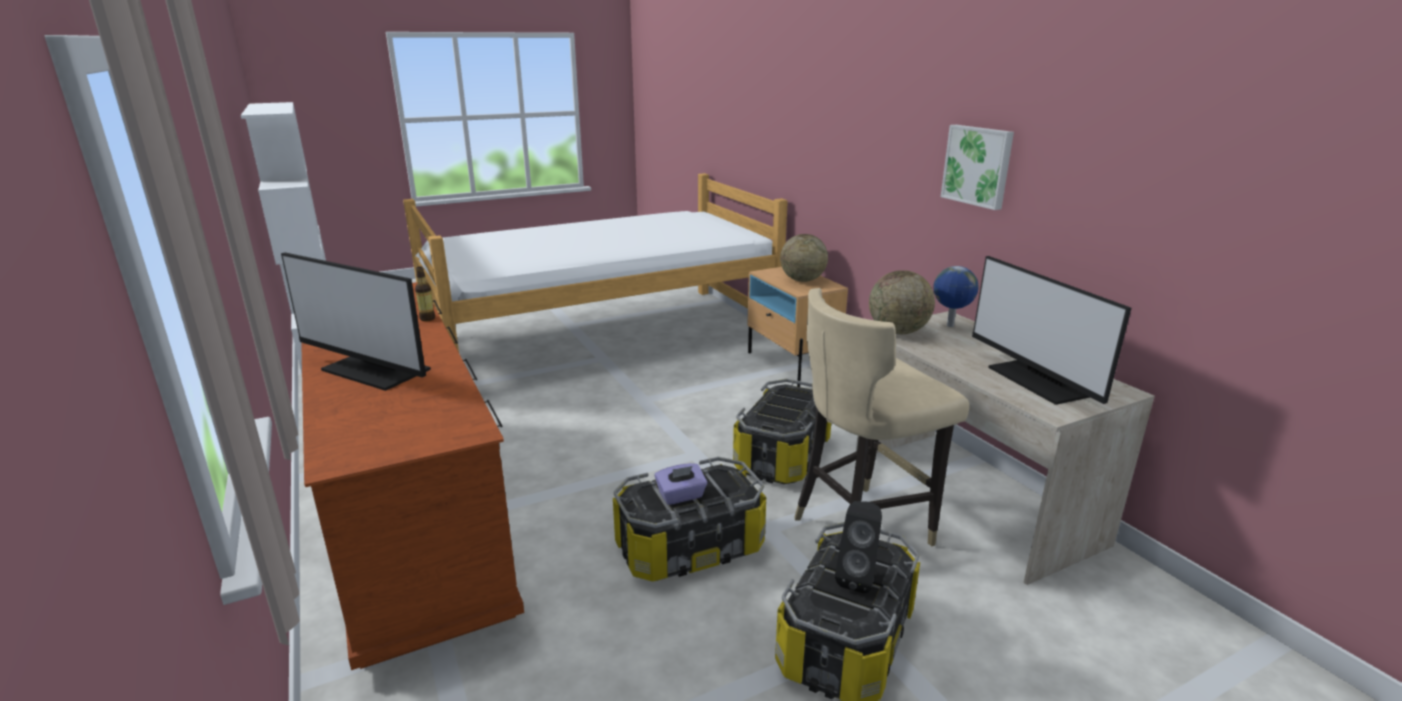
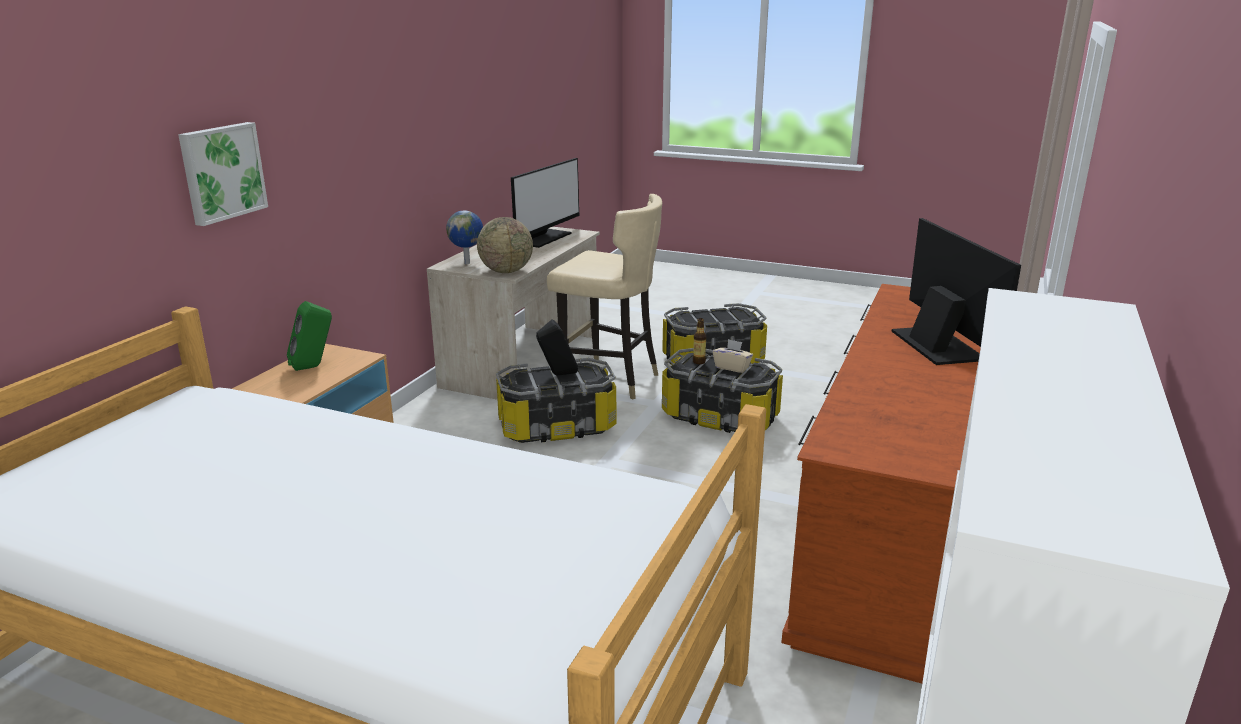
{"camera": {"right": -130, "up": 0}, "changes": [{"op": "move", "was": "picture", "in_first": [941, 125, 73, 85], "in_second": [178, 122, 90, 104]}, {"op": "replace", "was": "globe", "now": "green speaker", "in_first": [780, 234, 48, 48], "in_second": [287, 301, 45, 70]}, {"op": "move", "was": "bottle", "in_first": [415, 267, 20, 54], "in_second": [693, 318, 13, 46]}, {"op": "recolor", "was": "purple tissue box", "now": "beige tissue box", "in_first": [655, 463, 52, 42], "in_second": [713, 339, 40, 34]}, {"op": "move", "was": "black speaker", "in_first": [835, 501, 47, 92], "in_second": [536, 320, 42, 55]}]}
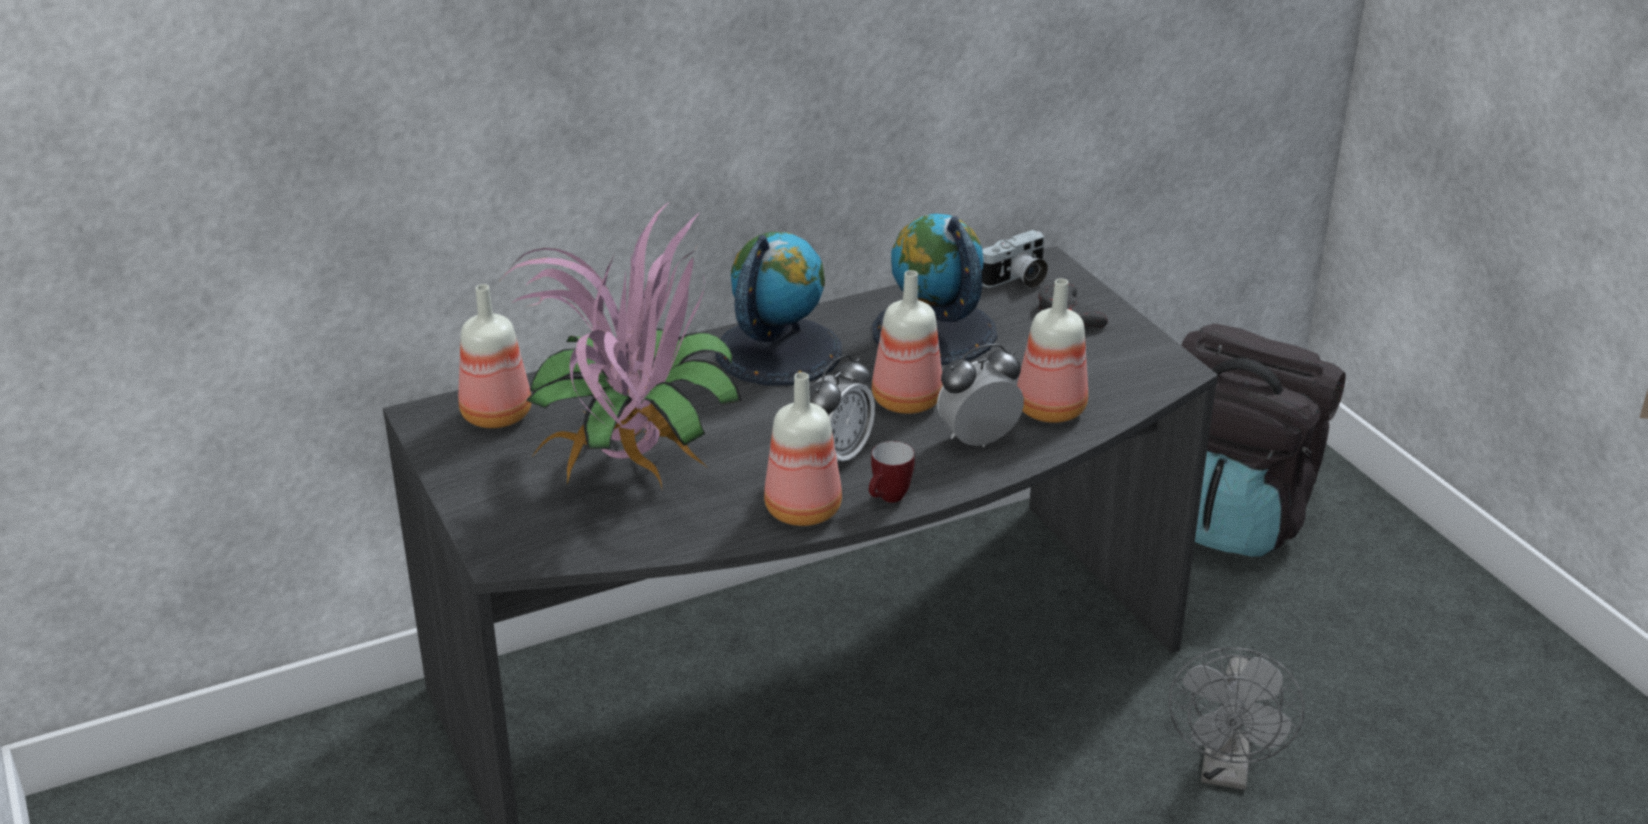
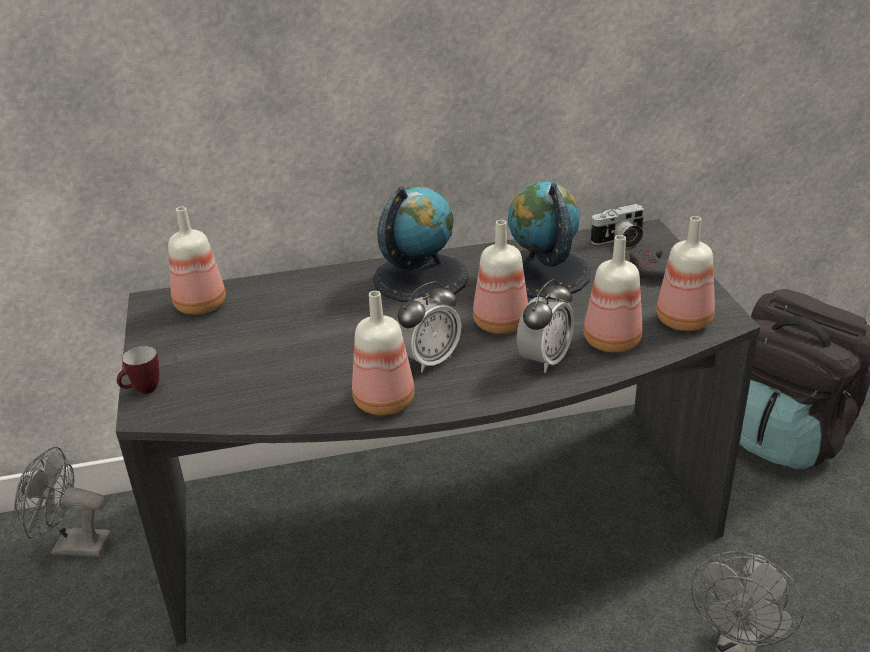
{"camera": {"right": 15, "up": 0}, "changes": [{"op": "delete", "was": "potted plant", "in_first": [502, 201, 240, 287]}, {"op": "rotate", "was": "alarm clock", "in_first": [937, 344, 87, 103], "in_second": [517, 279, 57, 94], "clockwise": 135}, {"op": "move", "was": "mug", "in_first": [869, 441, 46, 62], "in_second": [117, 346, 42, 48]}, {"op": "insert", "now": "bottle", "in_second": [656, 216, 59, 115]}, {"op": "insert", "now": "grey fan", "in_second": [14, 447, 98, 110]}]}
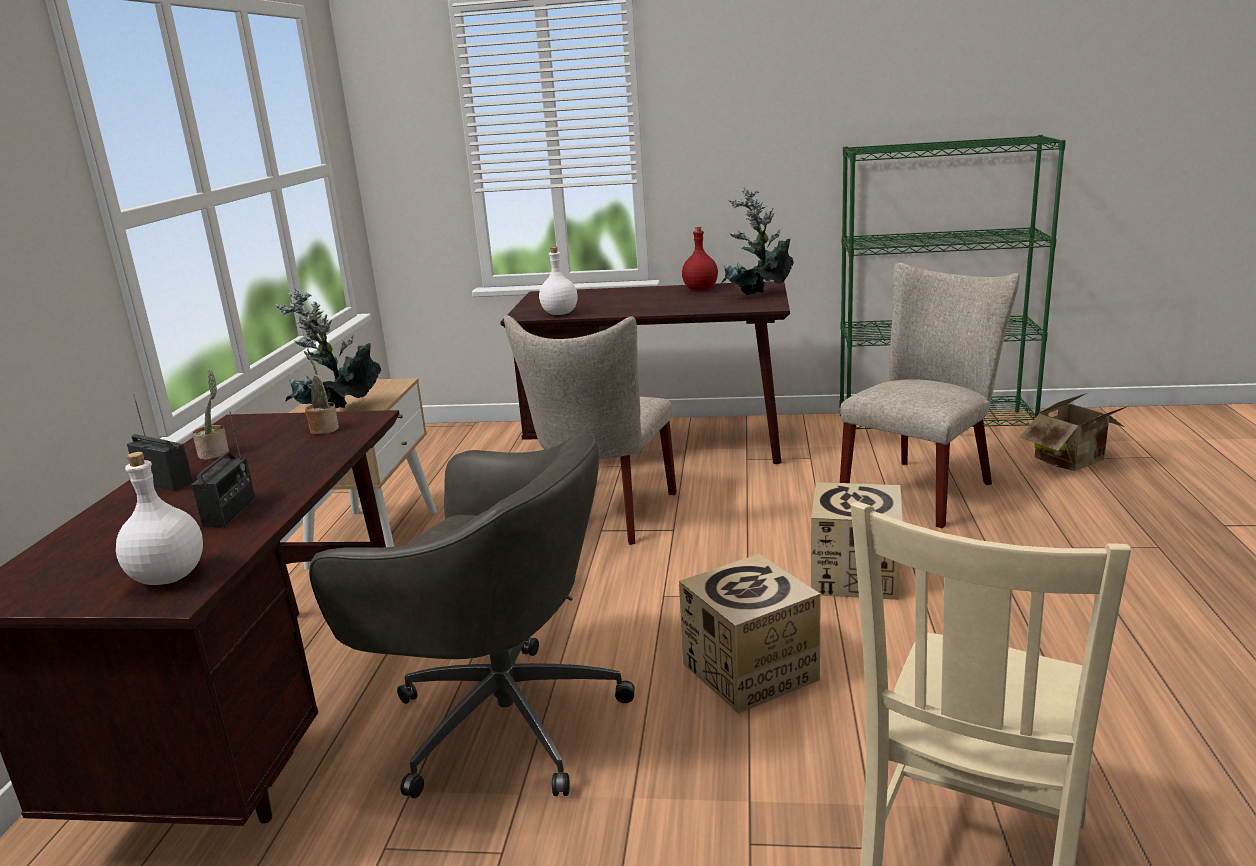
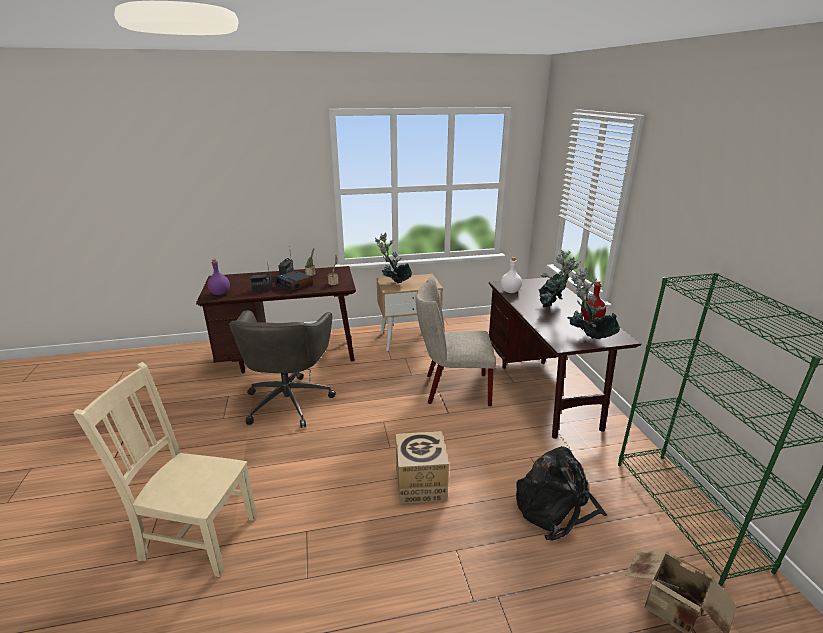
{"camera": {"right": 70, "up": 5}, "changes": [{"op": "replace", "was": "beige chair", "now": "black backpack", "in_first": [840, 262, 180, 266], "in_second": [516, 446, 91, 95]}, {"op": "recolor", "was": "white bottle", "now": "purple bottle", "in_first": [116, 452, 87, 133], "in_second": [208, 259, 22, 36]}, {"op": "delete", "was": "cardboard box", "in_first": [679, 554, 142, 160]}, {"op": "insert", "now": "potted plant", "in_second": [539, 250, 42, 58]}, {"op": "insert", "now": "alarm clock", "in_second": [275, 270, 38, 22]}]}
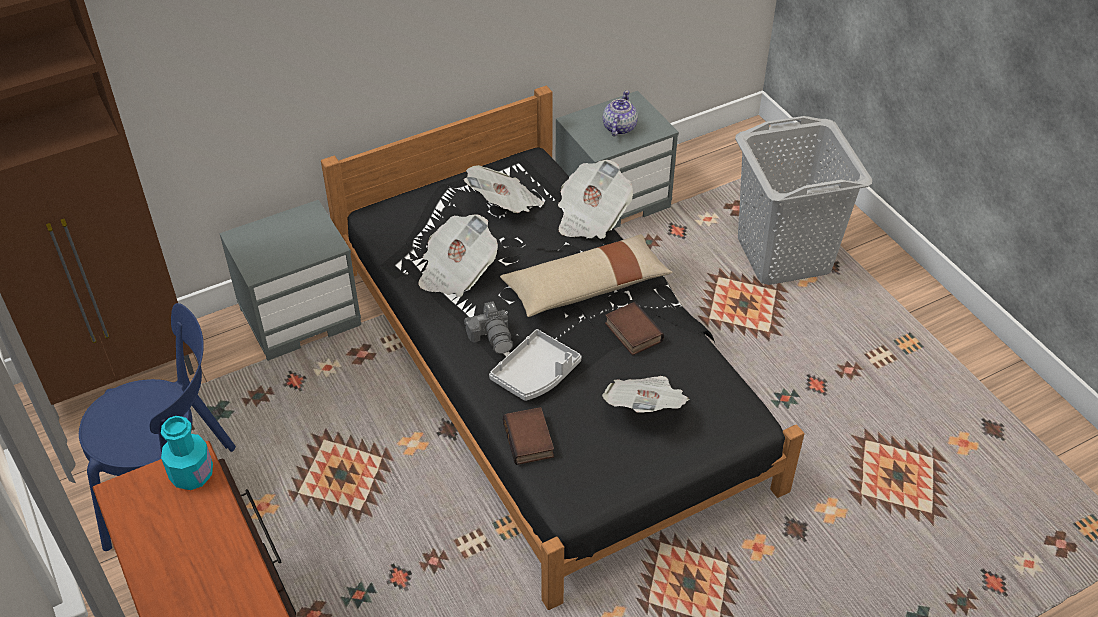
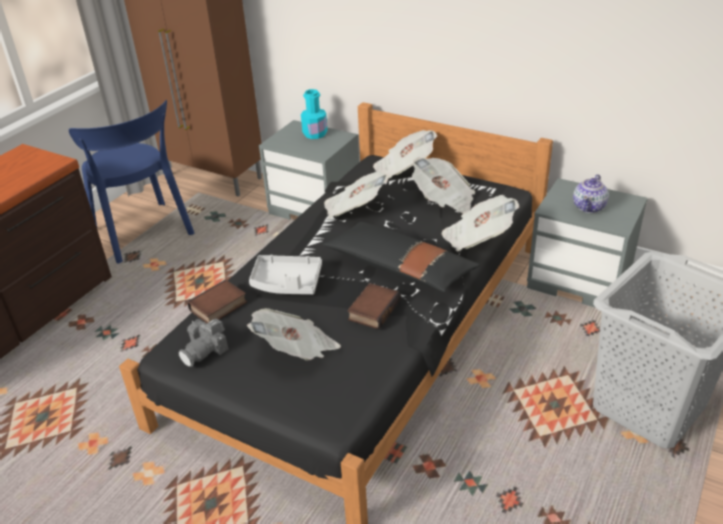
{"camera": {"right": 60, "up": -10}, "changes": [{"op": "rotate", "was": "teapot", "in_first": [603, 90, 35, 47], "in_second": [573, 174, 36, 39], "clockwise": 135}, {"op": "recolor", "was": "beige pillow", "now": "black pillow", "in_first": [500, 234, 173, 83], "in_second": [322, 222, 158, 70]}, {"op": "move", "was": "photo camera", "in_first": [464, 301, 49, 53], "in_second": [178, 318, 50, 49]}, {"op": "move", "was": "turquoise bottle", "in_first": [161, 416, 52, 74], "in_second": [301, 89, 27, 50]}, {"op": "insert", "now": "newspaper", "in_second": [373, 130, 64, 48]}]}
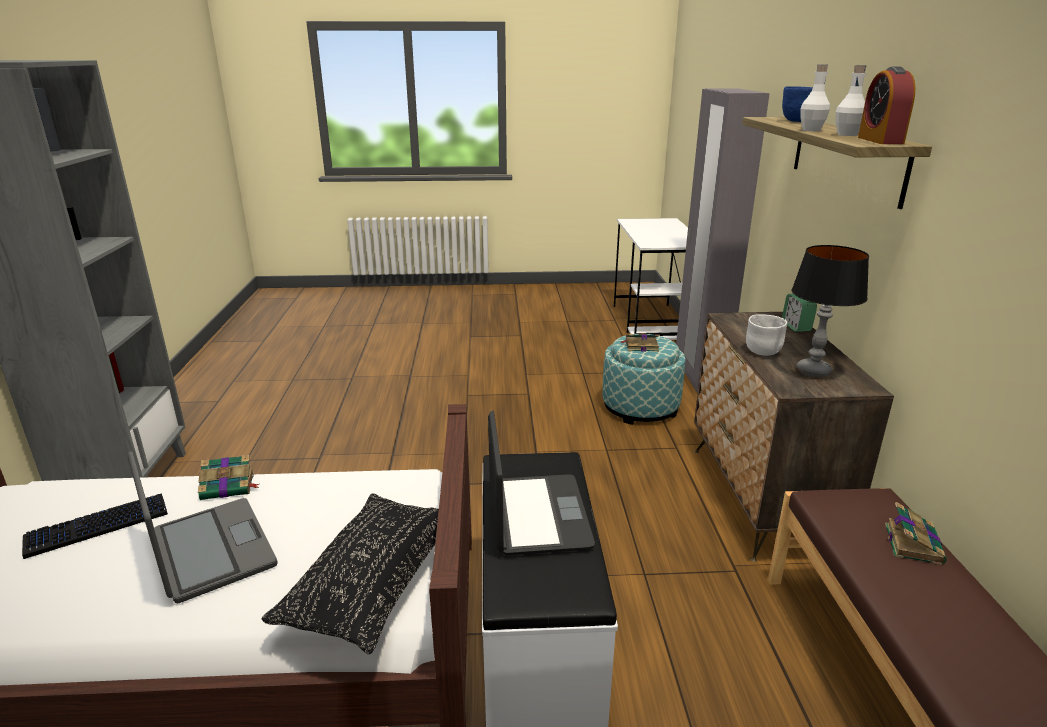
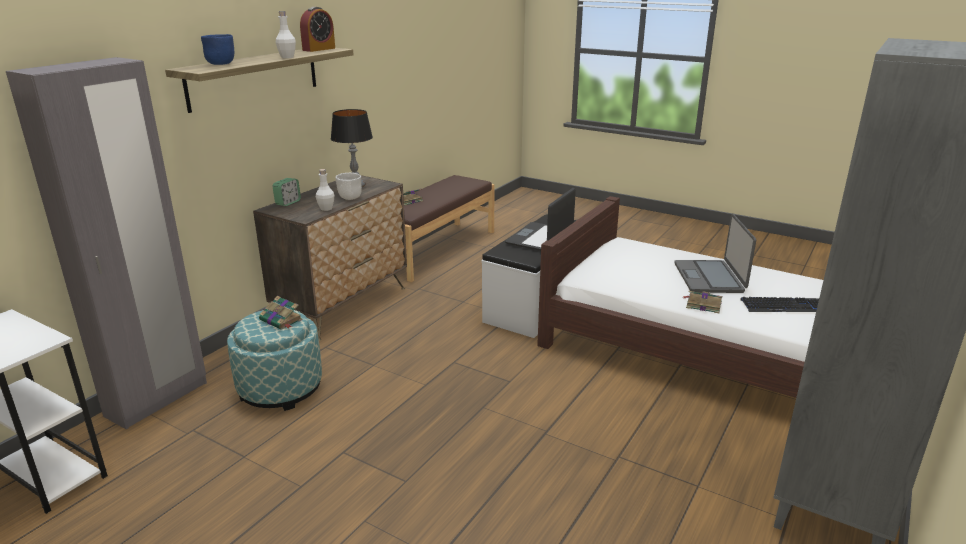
{"camera": {"right": -145, "up": 0}, "changes": [{"op": "move", "was": "white bottle", "in_first": [836, 65, 31, 71], "in_second": [316, 169, 19, 42]}, {"op": "delete", "was": "black pillow", "in_first": [261, 493, 178, 161]}]}
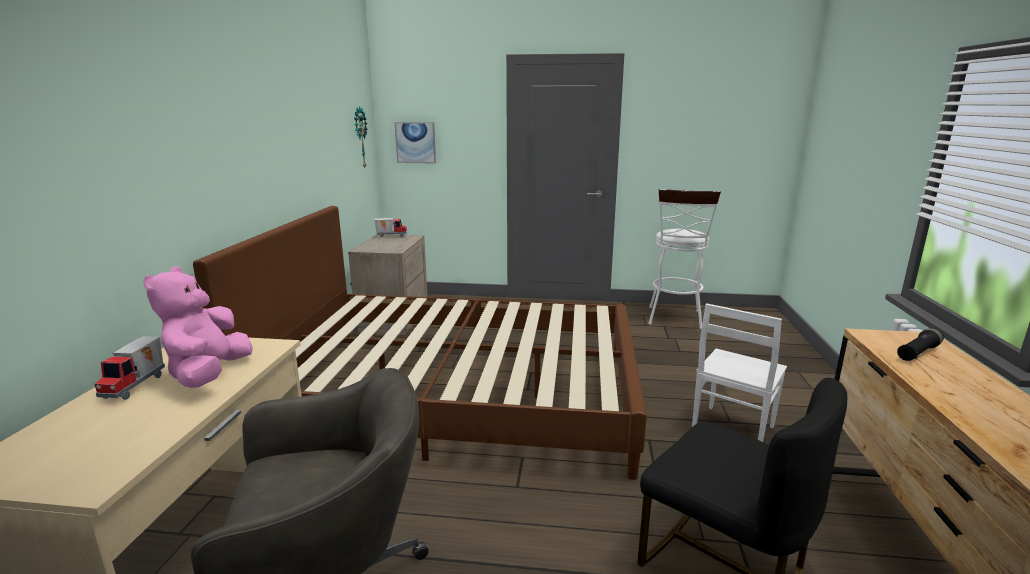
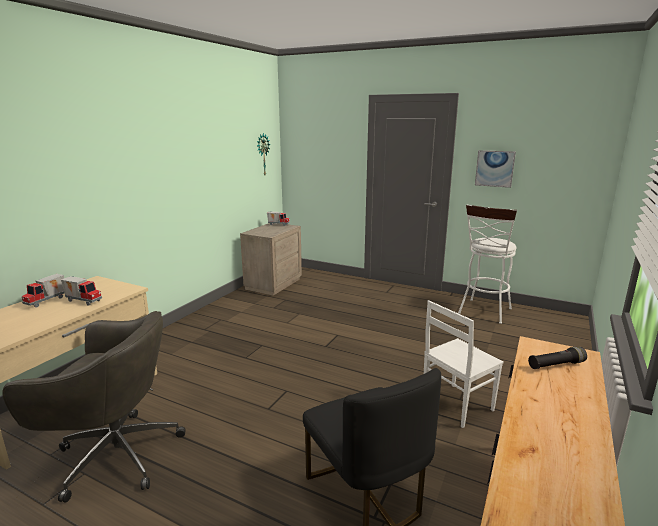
{"camera": {"right": 20, "up": 0}, "changes": [{"op": "move", "was": "picture", "in_first": [395, 122, 41, 41], "in_second": [475, 150, 41, 38]}, {"op": "delete", "was": "brown bed", "in_first": [193, 206, 454, 274]}, {"op": "replace", "was": "pink plush toy", "now": "toy truck", "in_first": [143, 266, 110, 122], "in_second": [61, 276, 41, 30]}]}
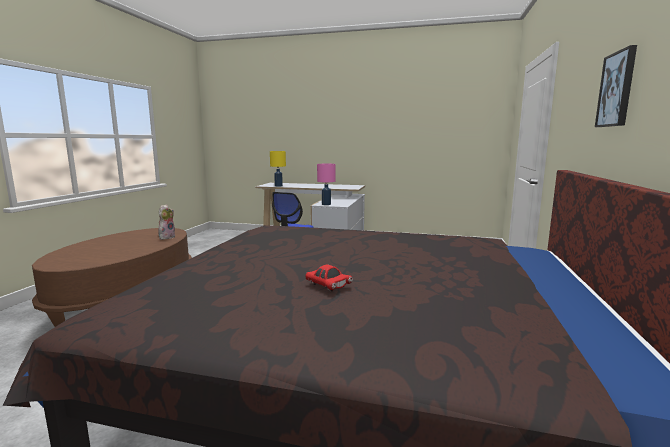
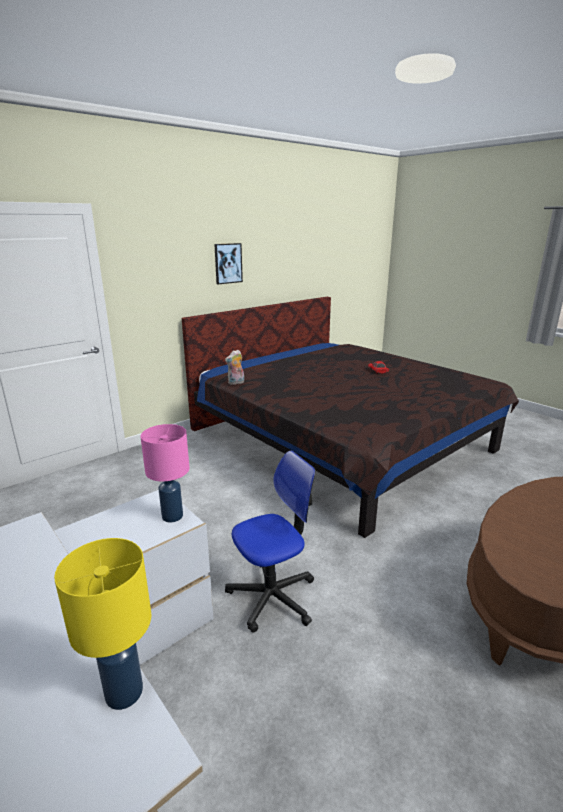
{"camera": {"right": -145, "up": 10}, "changes": [{"op": "move", "was": "plush toy", "in_first": [159, 205, 16, 35], "in_second": [225, 350, 19, 35]}]}
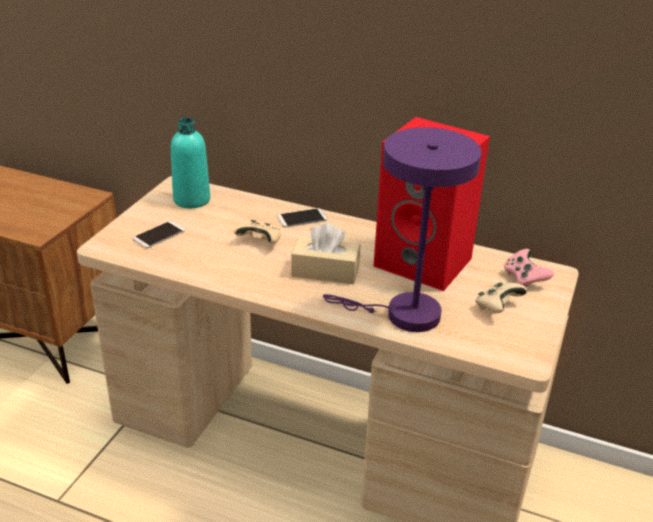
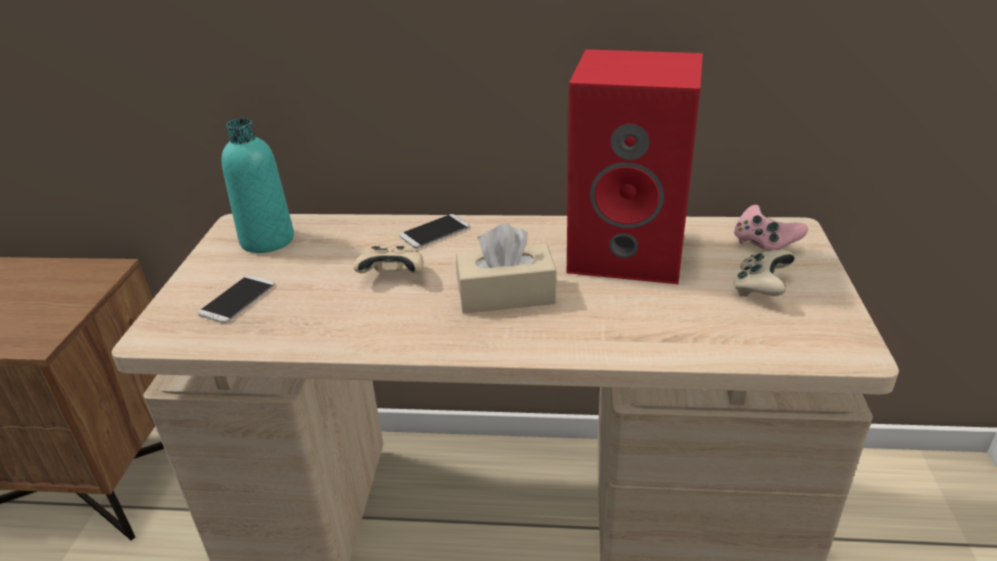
{"camera": {"right": -15, "up": 0}, "changes": [{"op": "delete", "was": "purple table lamp", "in_first": [323, 127, 158, 205]}]}
